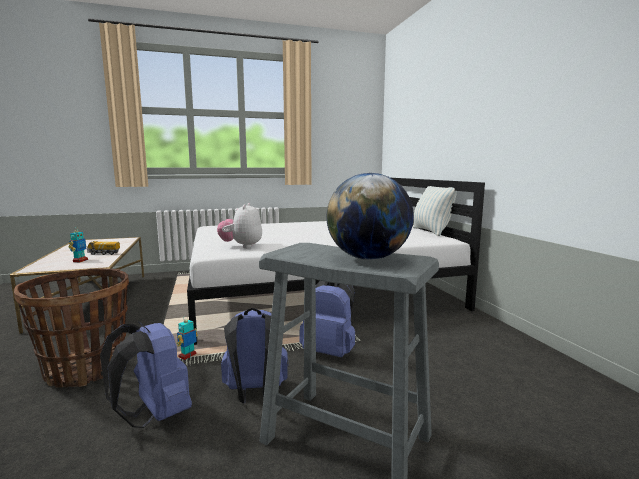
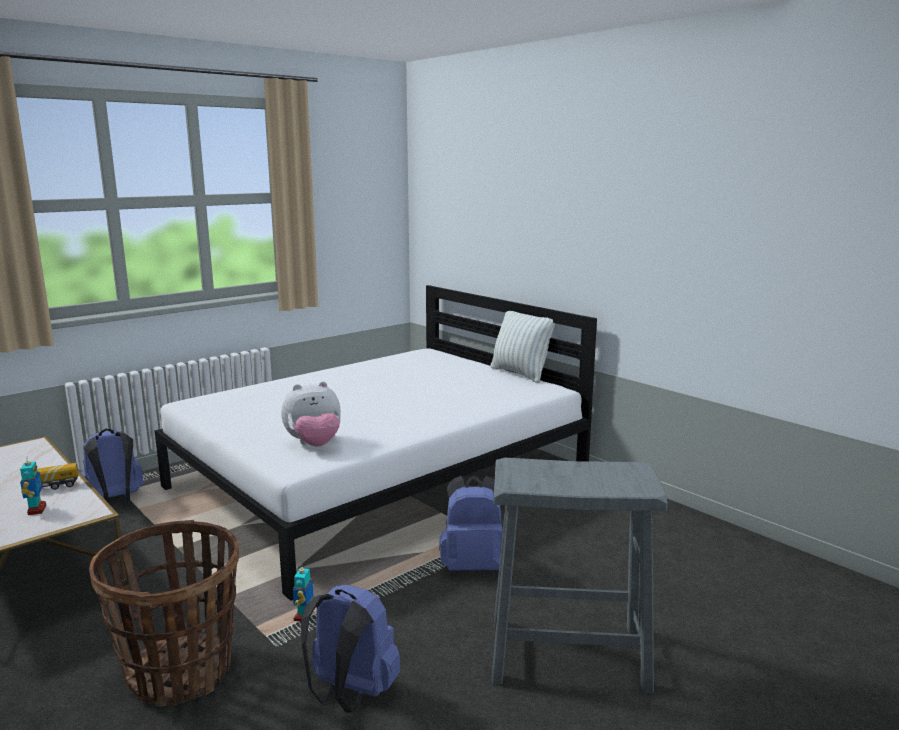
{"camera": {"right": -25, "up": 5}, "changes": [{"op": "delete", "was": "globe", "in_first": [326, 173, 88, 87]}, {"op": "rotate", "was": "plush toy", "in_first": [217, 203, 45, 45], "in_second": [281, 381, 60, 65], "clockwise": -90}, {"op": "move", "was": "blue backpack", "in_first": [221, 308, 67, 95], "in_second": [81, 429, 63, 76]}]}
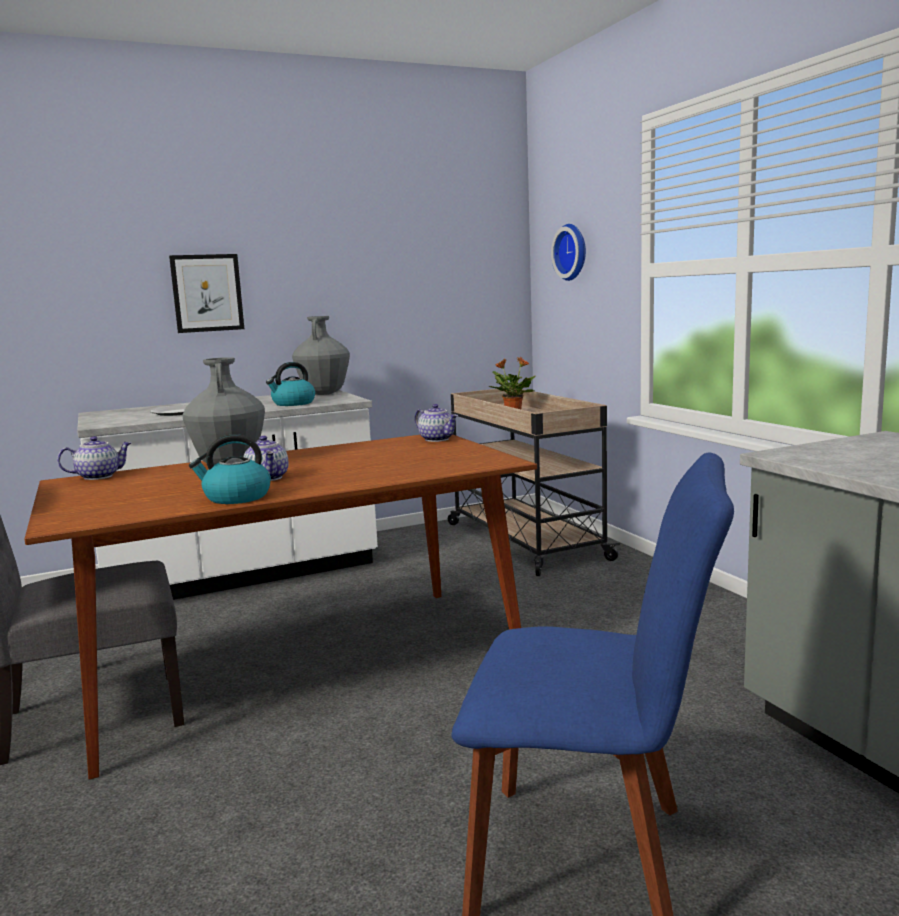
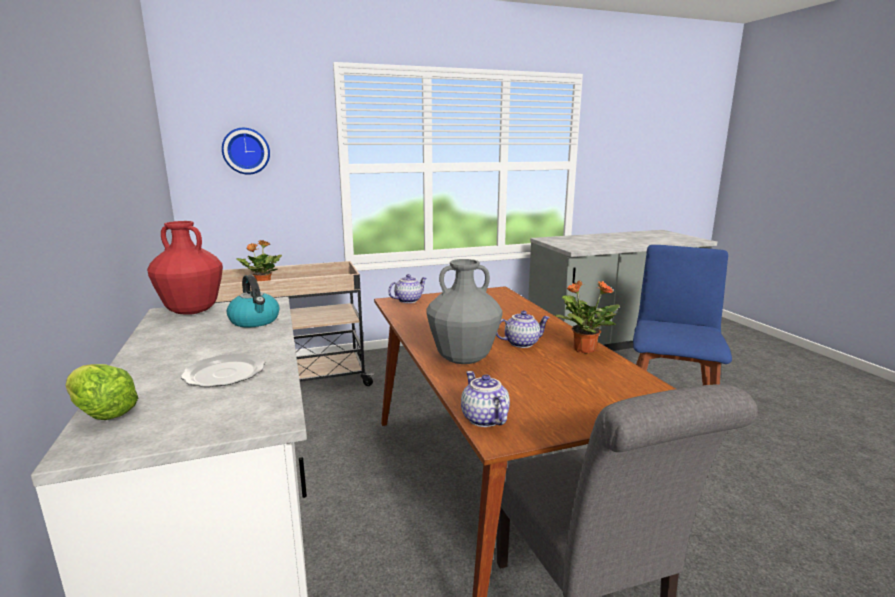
{"camera": {"right": -85, "up": 5}, "changes": [{"op": "delete", "was": "picture", "in_first": [169, 254, 75, 79]}, {"op": "recolor", "was": "grey vase", "now": "red vase", "in_first": [292, 316, 58, 79], "in_second": [147, 221, 76, 94]}, {"op": "replace", "was": "kettle", "now": "potted plant", "in_first": [189, 434, 82, 70], "in_second": [555, 280, 65, 74]}, {"op": "insert", "now": "lettuce", "in_second": [66, 364, 72, 56]}]}
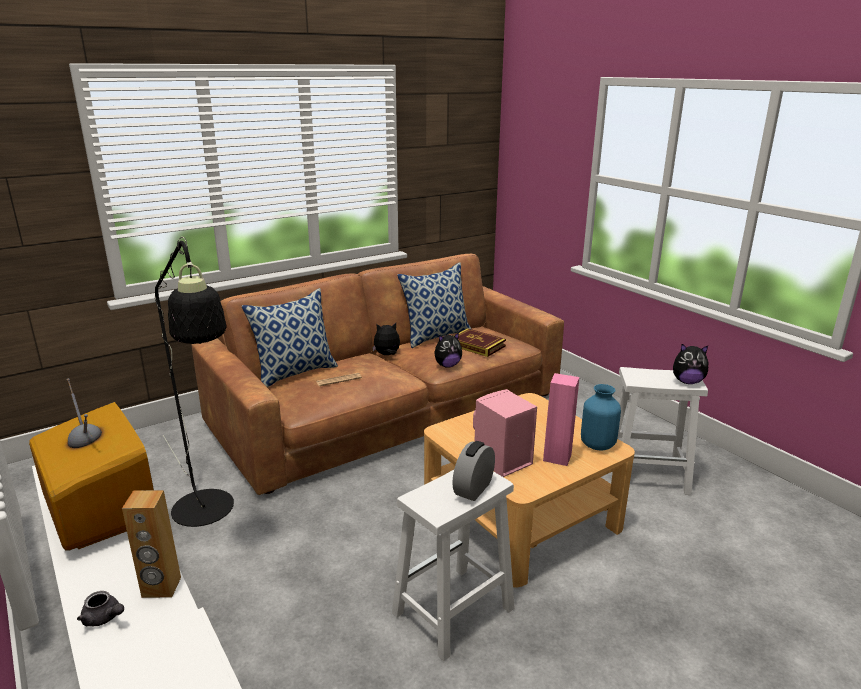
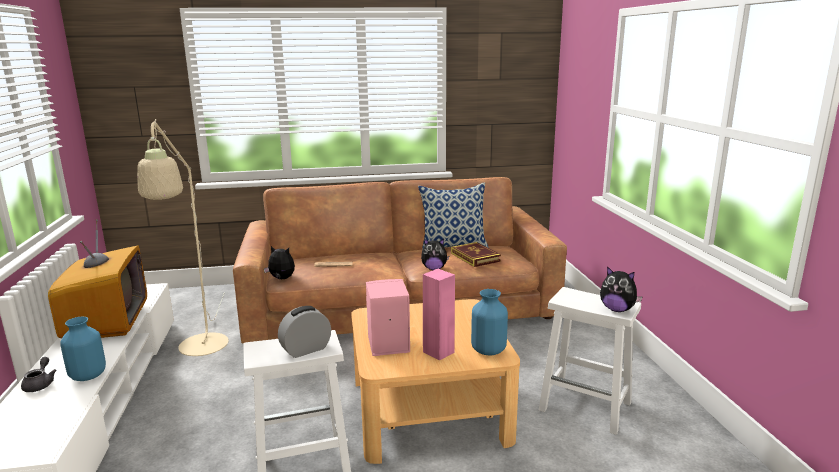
{"camera": {"right": 25, "up": -5}, "changes": [{"op": "recolor", "was": "black floor lamp", "now": "beige floor lamp", "in_first": [155, 237, 79, 290], "in_second": [137, 119, 92, 237]}, {"op": "delete", "was": "pillow", "in_first": [242, 288, 96, 99]}, {"op": "move", "was": "plush toy", "in_first": [372, 323, 28, 32], "in_second": [264, 246, 31, 33]}, {"op": "replace", "was": "brown speaker", "now": "blue vase", "in_first": [122, 490, 59, 108], "in_second": [60, 317, 46, 64]}, {"op": "rotate", "was": "grey teapot", "in_first": [77, 591, 47, 35], "in_second": [21, 357, 36, 35], "clockwise": -150}]}
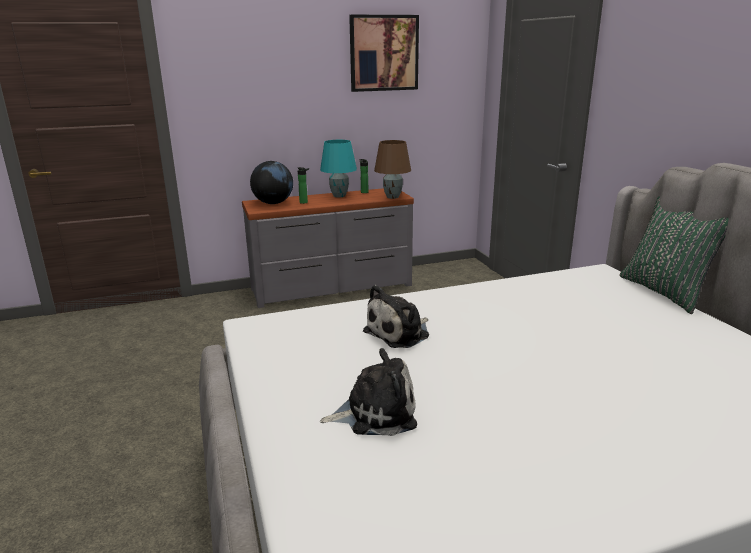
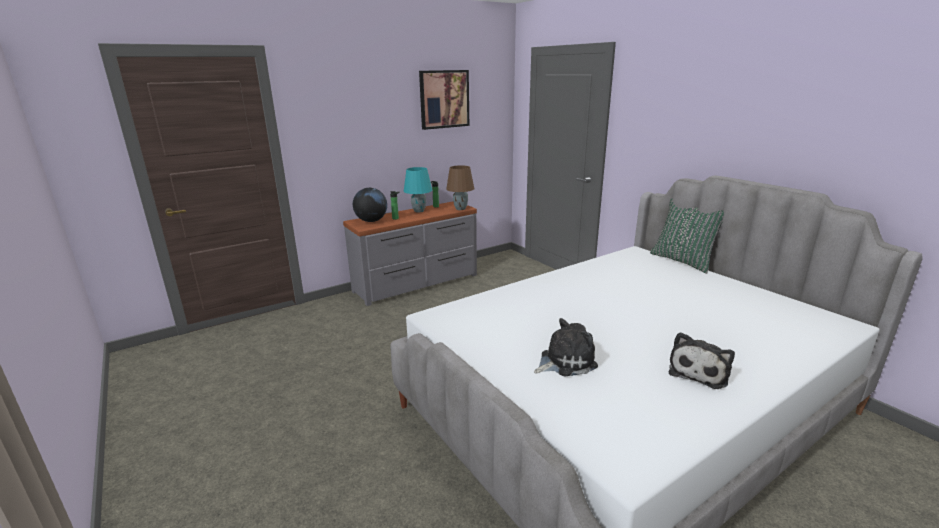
{"camera": {"right": -15, "up": 0}, "changes": [{"op": "move", "was": "plush toy", "in_first": [363, 285, 66, 63], "in_second": [669, 332, 66, 57]}]}
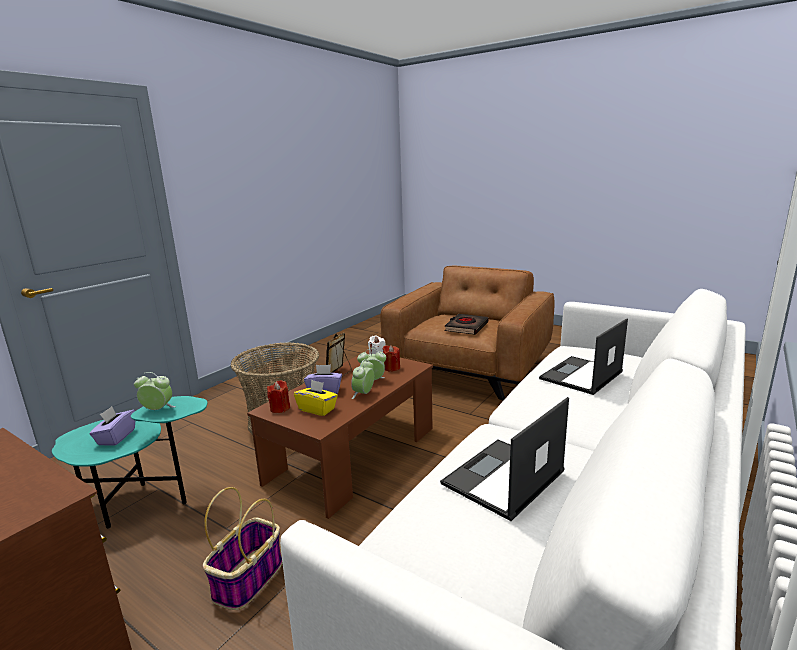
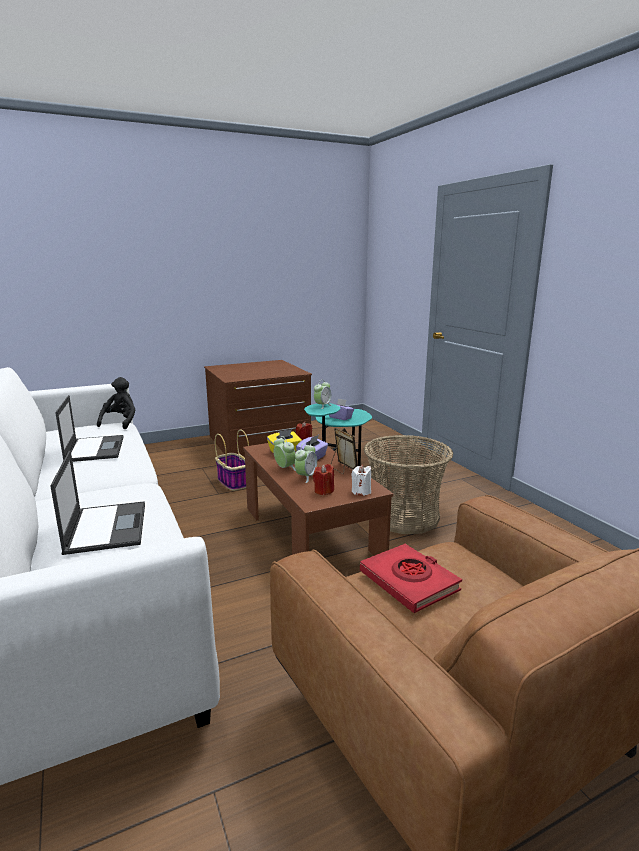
{"camera": {"right": 120, "up": 0}, "changes": [{"op": "recolor", "was": "black book", "now": "red book", "in_first": [444, 314, 44, 21], "in_second": [360, 544, 102, 69]}, {"op": "insert", "now": "black plush toy", "in_second": [97, 377, 38, 52]}]}
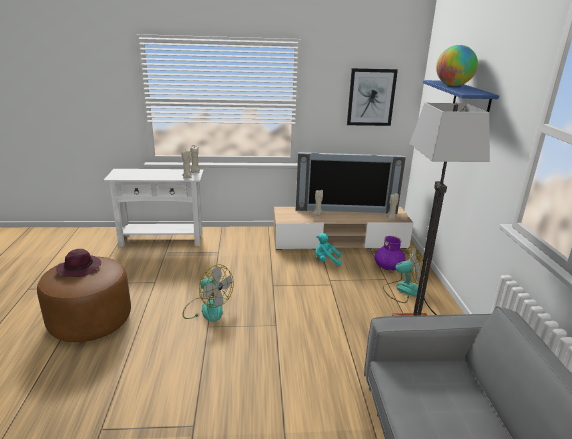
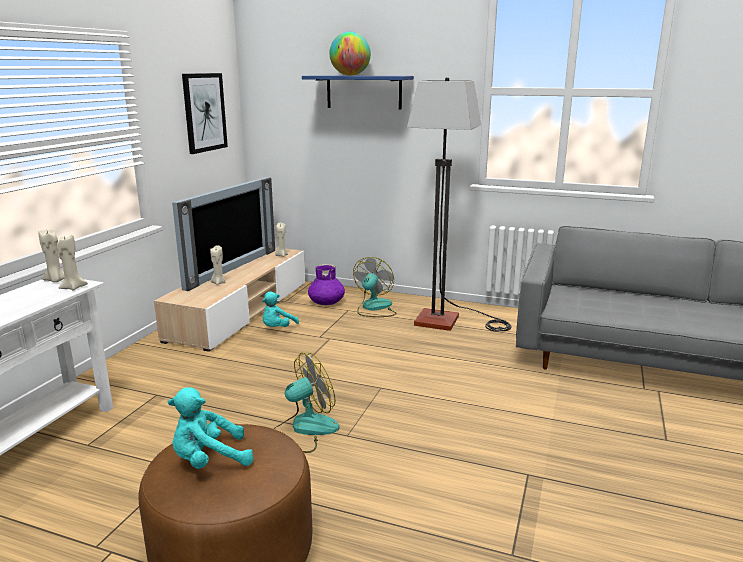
{"camera": {"right": -65, "up": -5}, "changes": [{"op": "replace", "was": "purple hat", "now": "turquoise plush toy", "in_first": [56, 249, 45, 28], "in_second": [168, 388, 85, 81]}]}
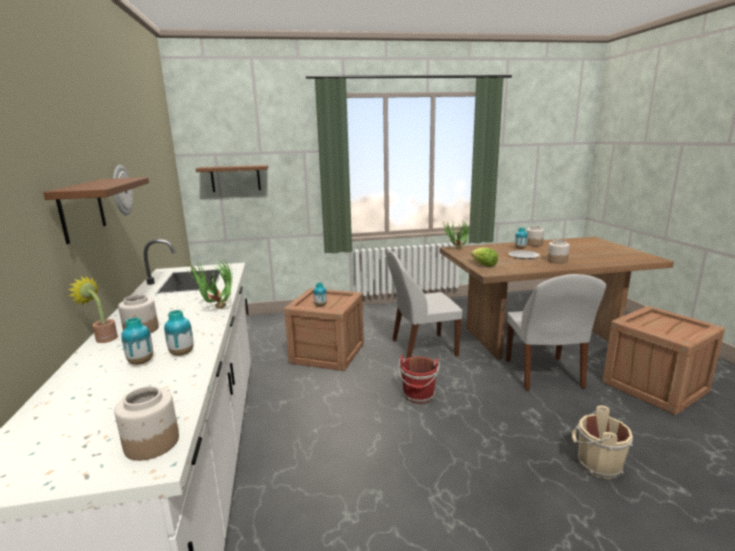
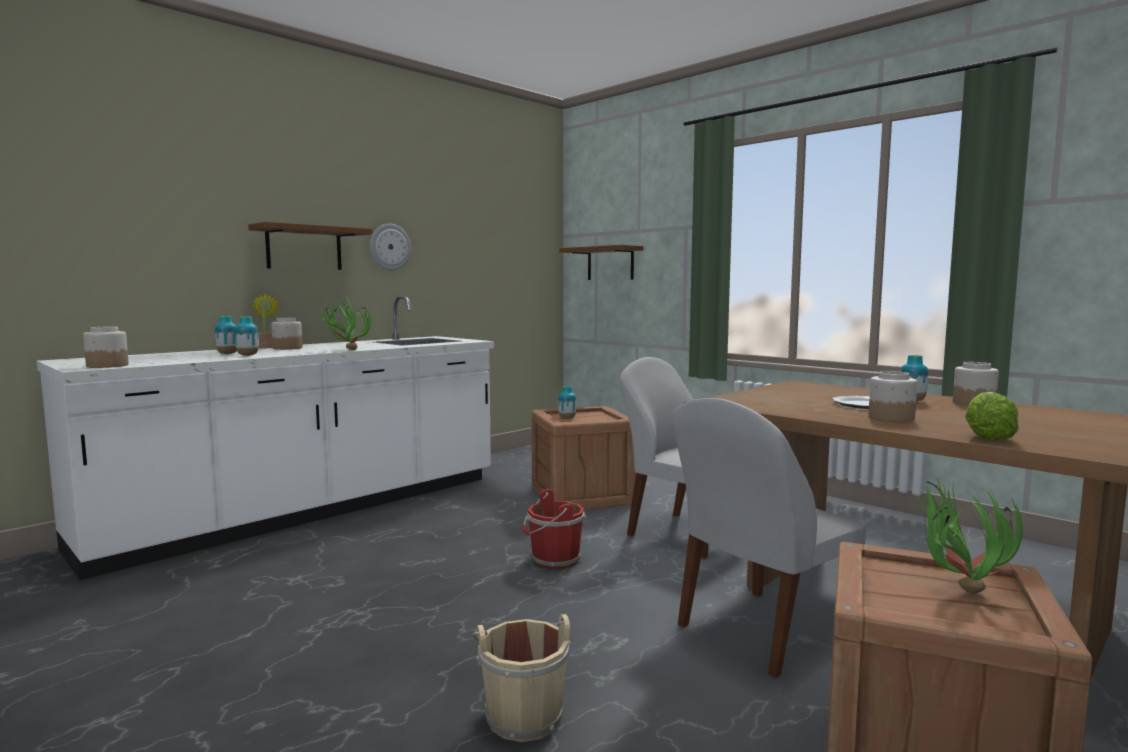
{"camera": {"right": 55, "up": -10}, "changes": [{"op": "move", "was": "potted plant", "in_first": [443, 219, 26, 31], "in_second": [915, 478, 108, 116]}, {"op": "move", "was": "lettuce", "in_first": [471, 247, 27, 20], "in_second": [965, 391, 54, 50]}]}
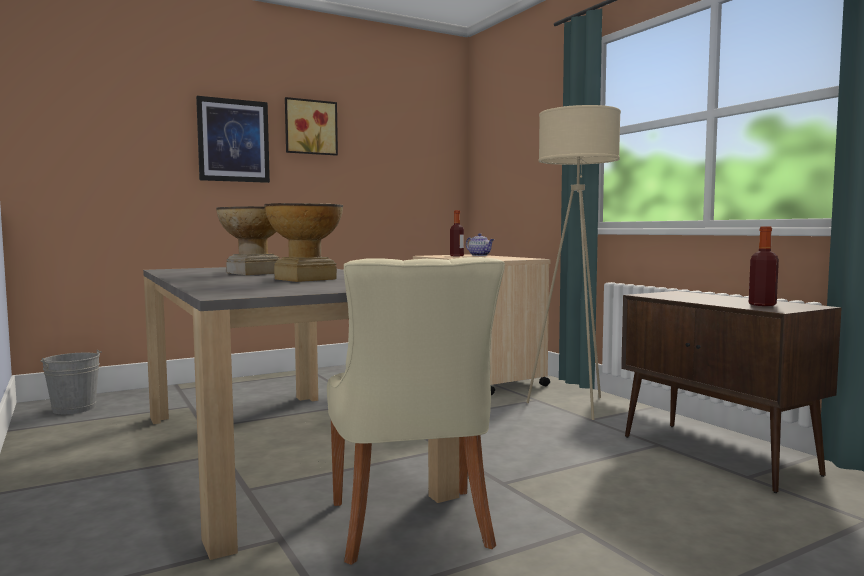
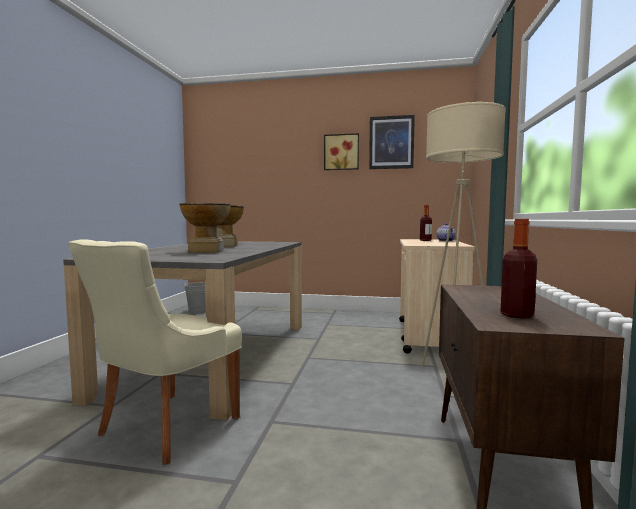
{"camera": {"right": 40, "up": 0}, "changes": [{"op": "move", "was": "picture", "in_first": [196, 96, 74, 87], "in_second": [369, 115, 46, 54]}]}
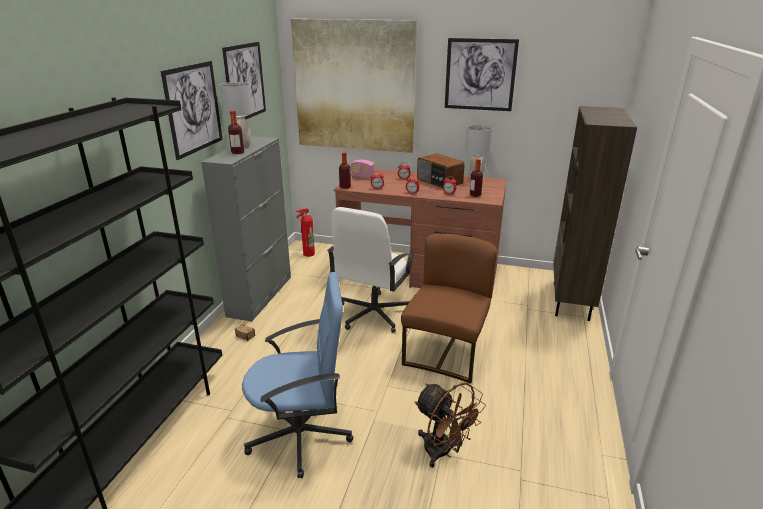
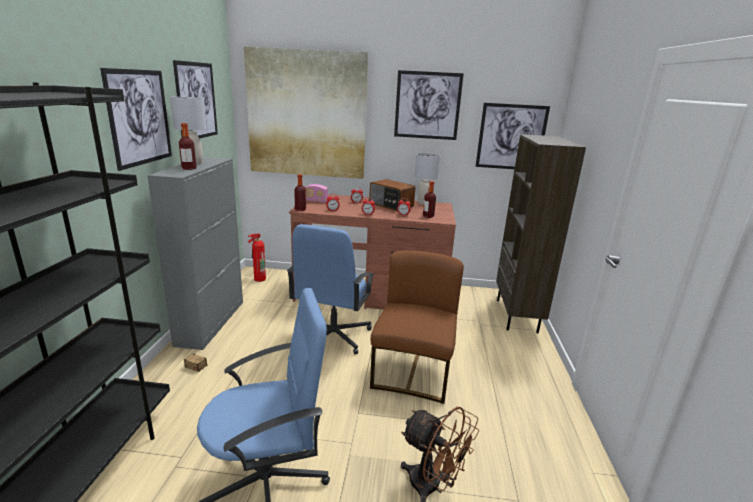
{"camera": {"right": -10, "up": -5}, "changes": [{"op": "recolor", "was": "white office chair", "now": "blue office chair", "in_first": [327, 207, 87, 126], "in_second": [287, 224, 88, 131]}, {"op": "insert", "now": "picture", "in_second": [475, 103, 75, 66]}]}
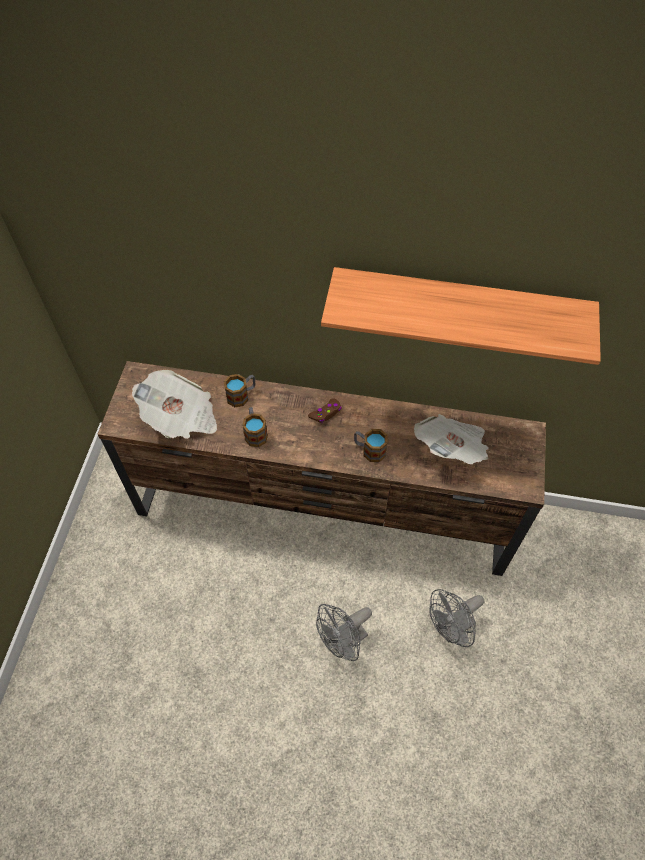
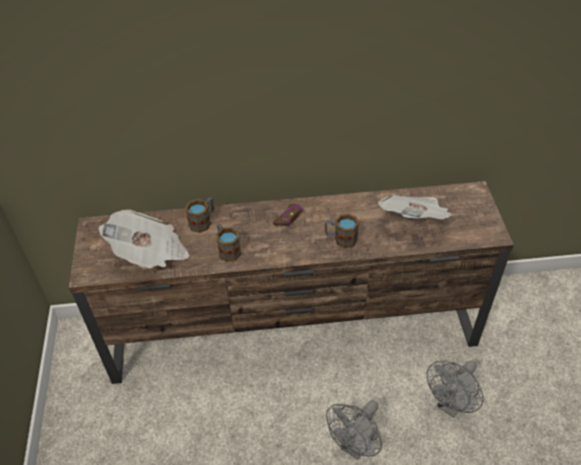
{"camera": {"right": -15, "up": -10}, "changes": [{"op": "delete", "was": "shelf", "in_first": [321, 267, 280, 98]}]}
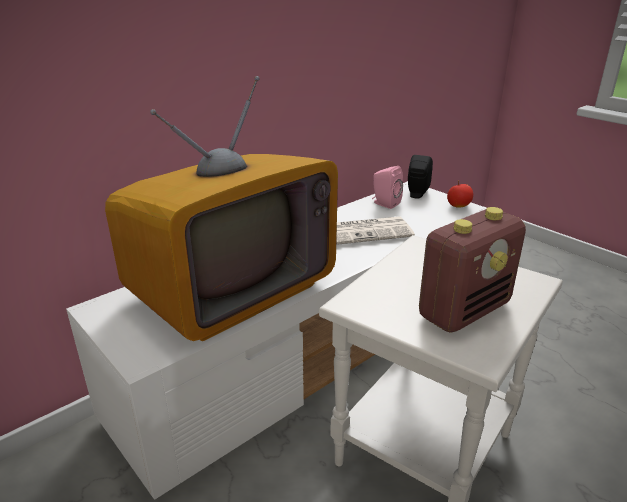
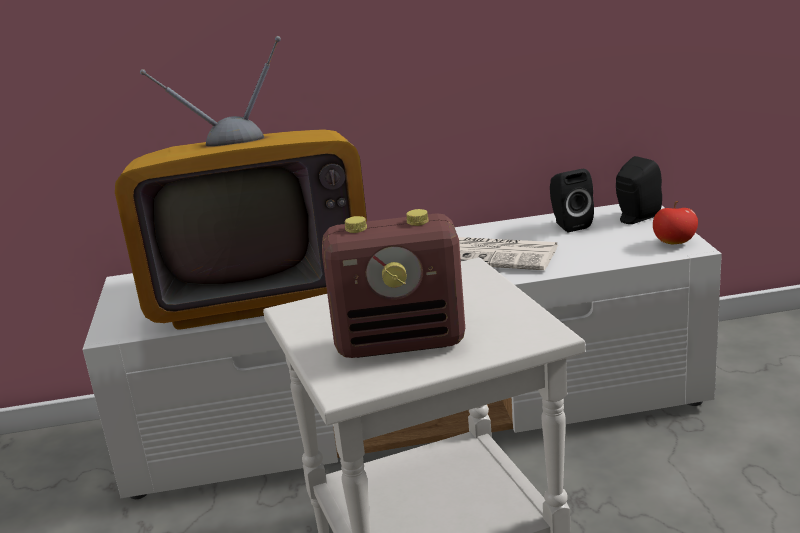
{"camera": {"right": 35, "up": -5}, "changes": [{"op": "recolor", "was": "pink speaker", "now": "black speaker", "in_first": [372, 166, 31, 43], "in_second": [550, 169, 44, 63]}]}
